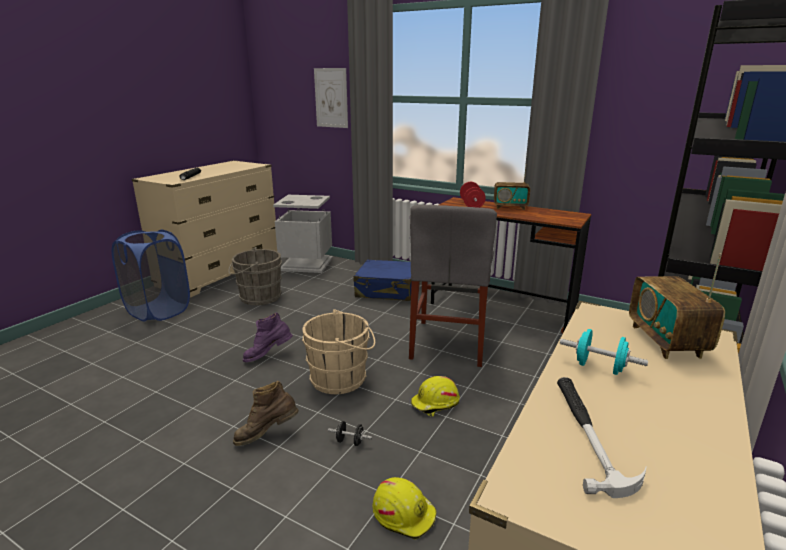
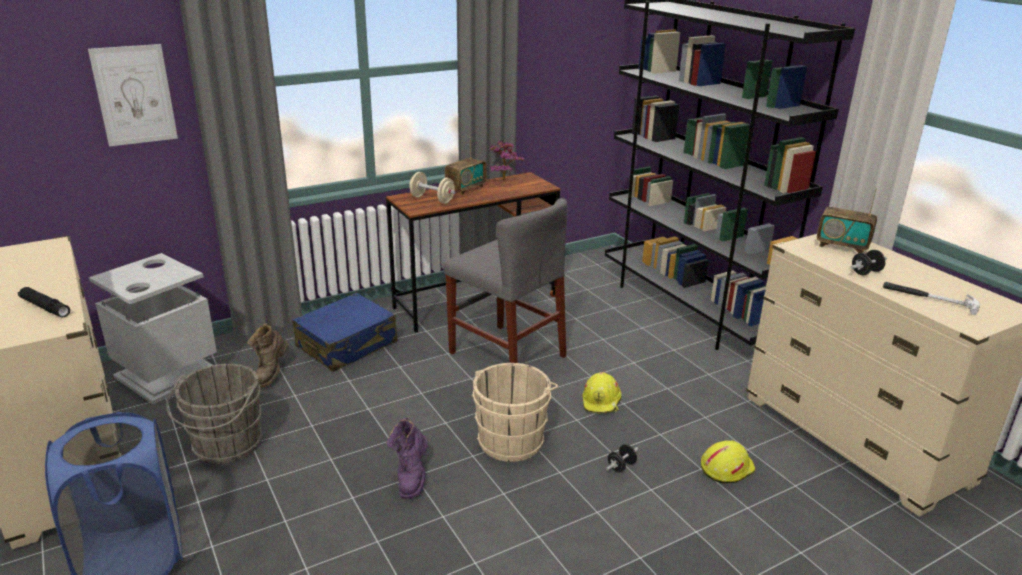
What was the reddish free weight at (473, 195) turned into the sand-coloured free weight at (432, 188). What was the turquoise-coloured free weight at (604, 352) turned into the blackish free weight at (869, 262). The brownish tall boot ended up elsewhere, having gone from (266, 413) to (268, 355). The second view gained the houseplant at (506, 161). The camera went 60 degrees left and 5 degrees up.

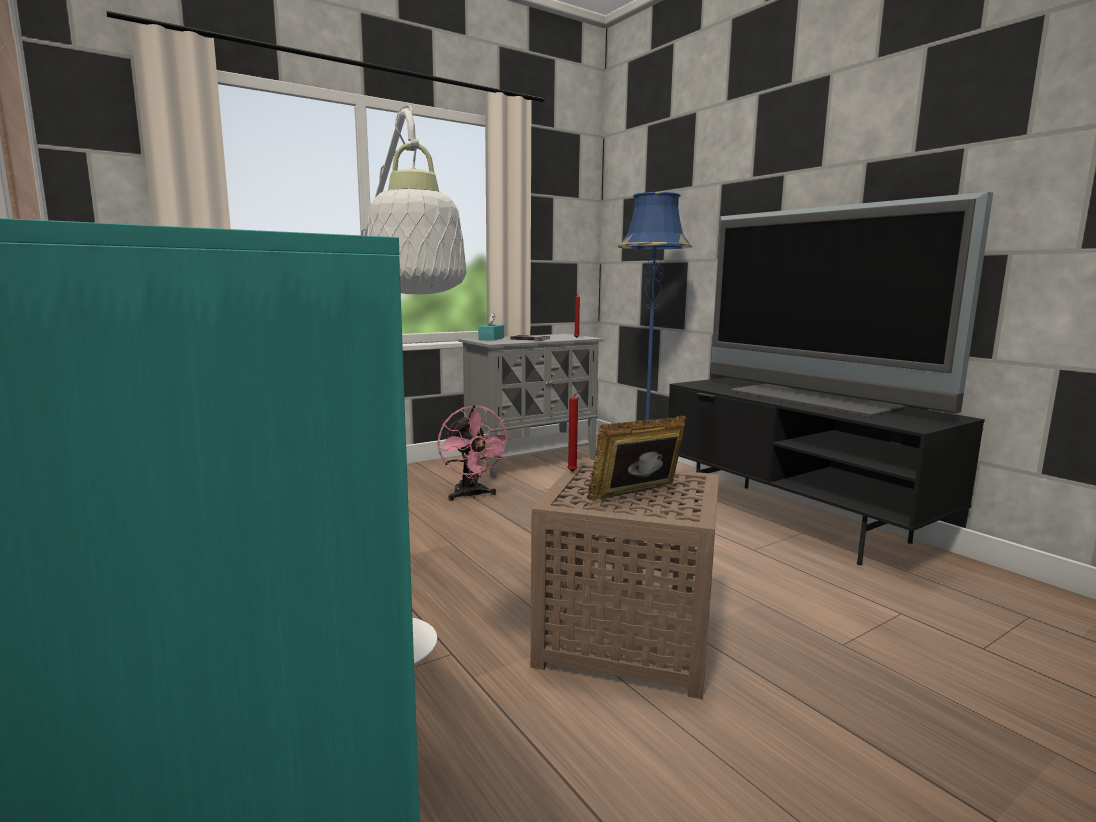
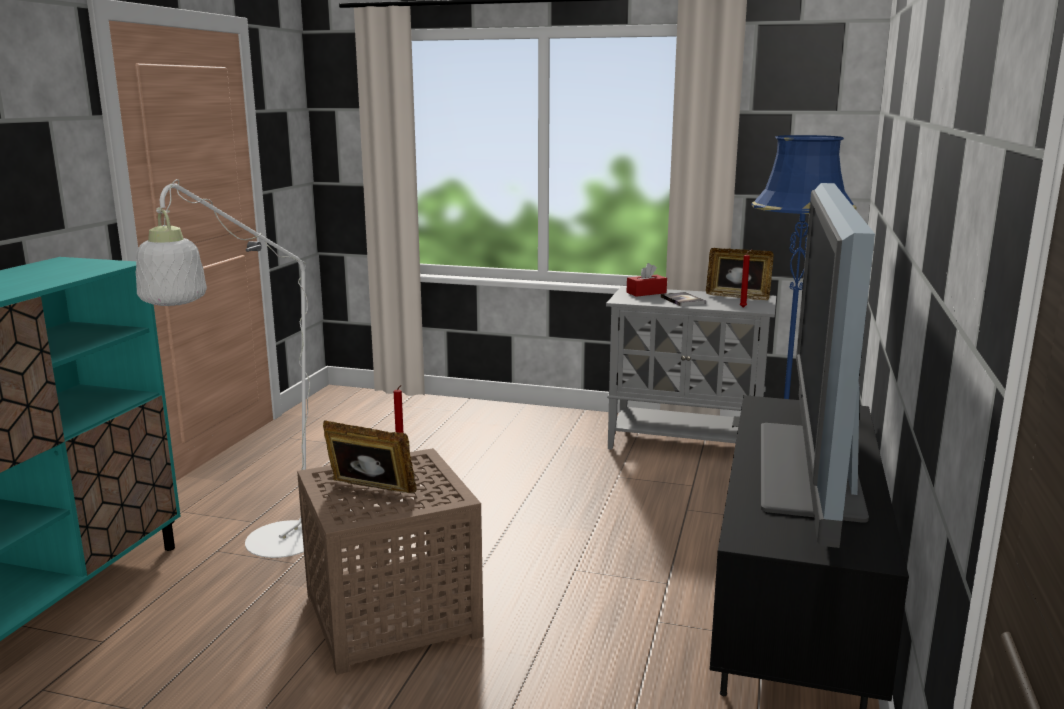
What was the turquoise-coloured box of tissues at (491, 326) turned into the reddish box of tissues at (647, 280). The second view lost the pink-coloured fan at (474, 453). The second view gained the picture frame at (740, 274). The camera went 50 degrees right and 5 degrees up.

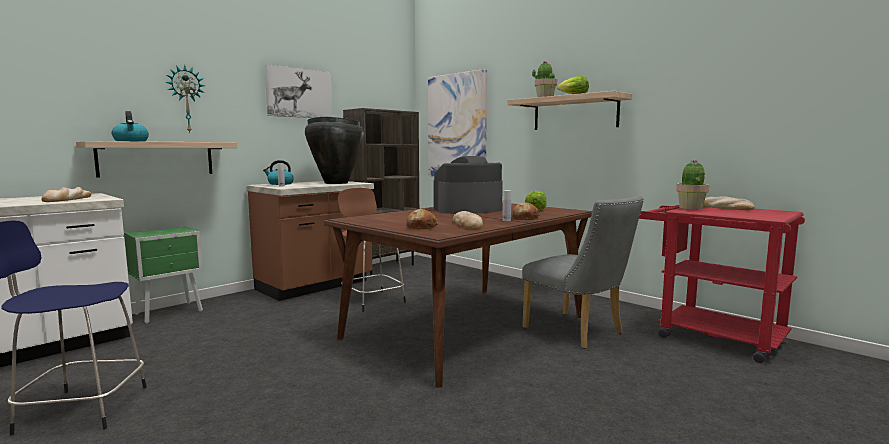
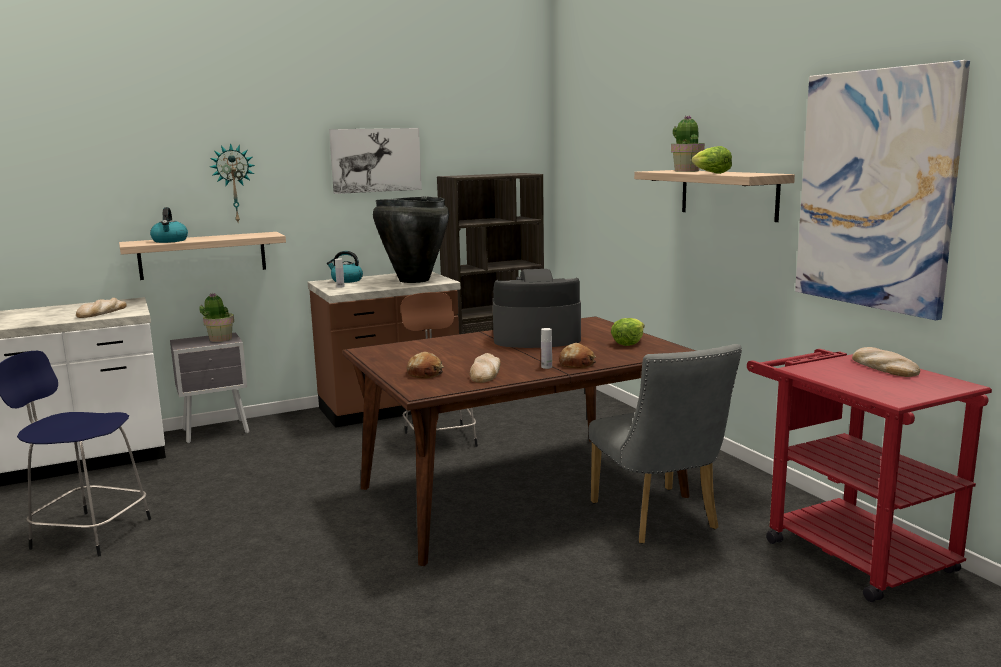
The wall art ended up elsewhere, having gone from (457, 122) to (882, 190). The houseplant ended up elsewhere, having gone from (692, 185) to (216, 317). What was the green-coloured bedside table at (163, 275) turned into the gray bedside table at (209, 387). The camera went 20 degrees right and 5 degrees up.

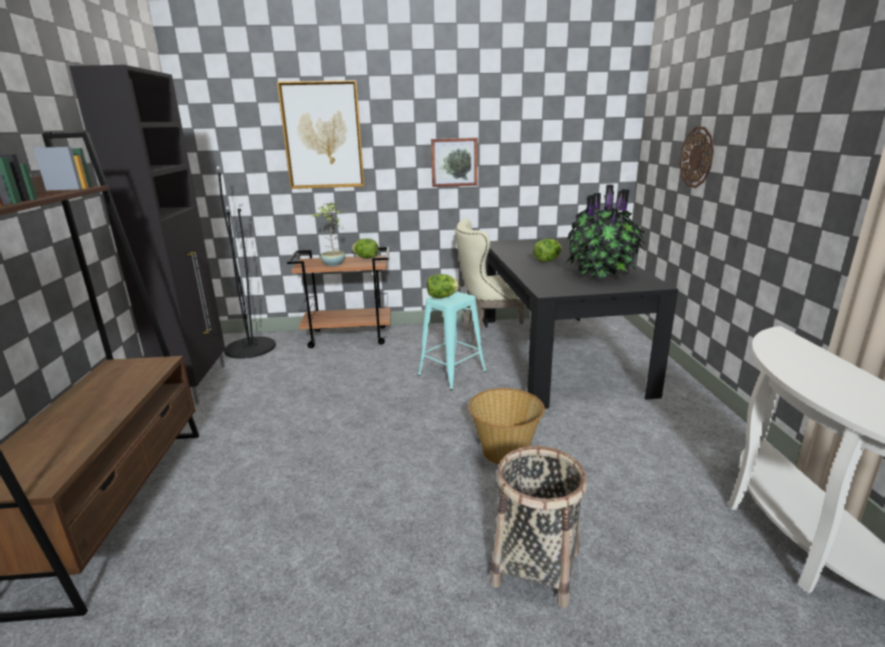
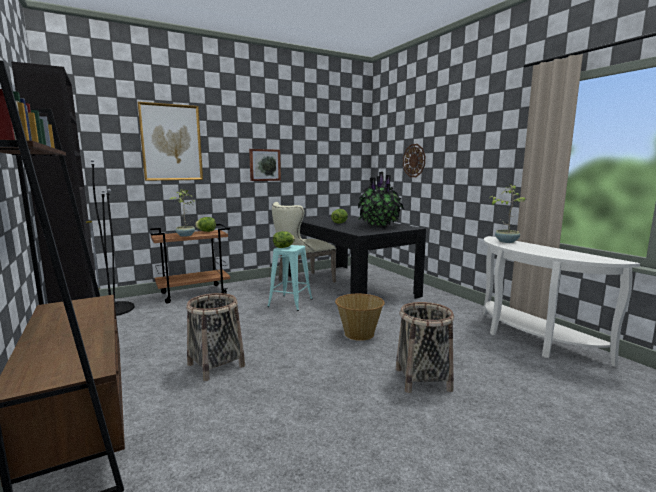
The second view gained the houseplant at (508, 213). The second view gained the storage basket at (215, 337). The camera went 25 degrees left and 10 degrees down.

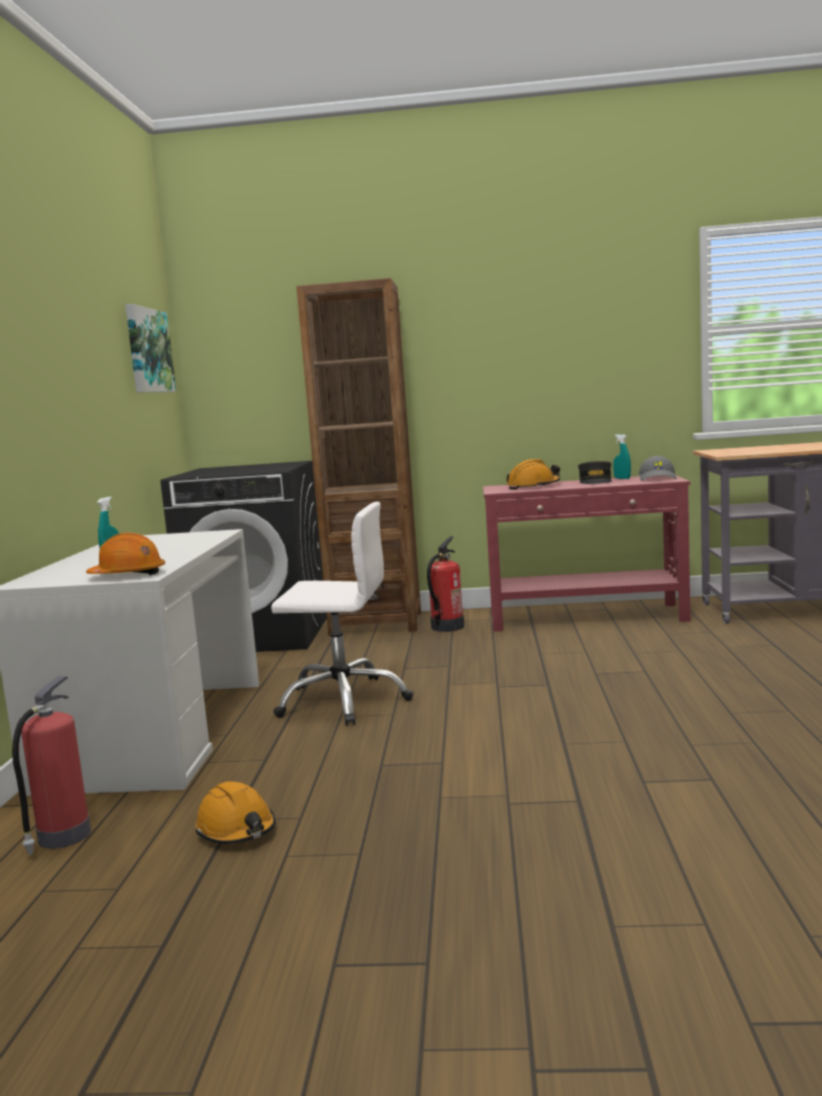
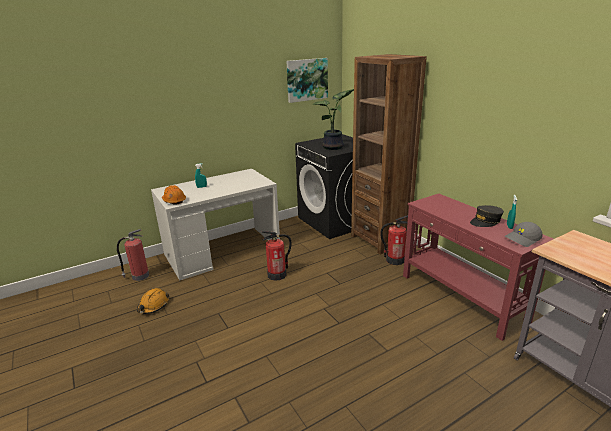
The second view lost the orange-coloured hard hat at (533, 474). Where the whitish computer chair stood at (342, 614), the extinguisher came to stand at (276, 256). The second view gained the houseplant at (334, 119). The camera went 55 degrees right and 15 degrees up.

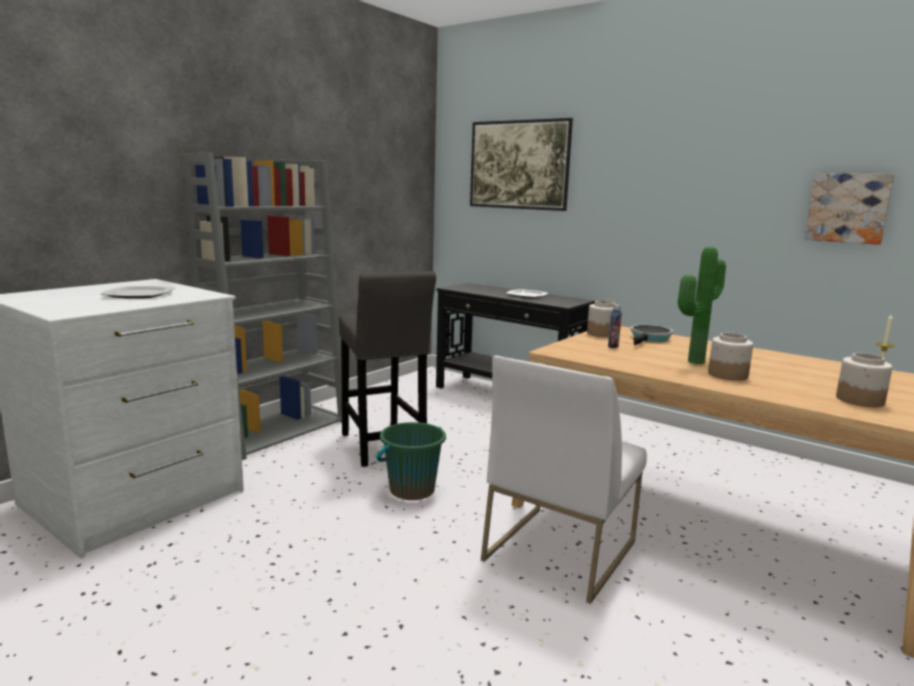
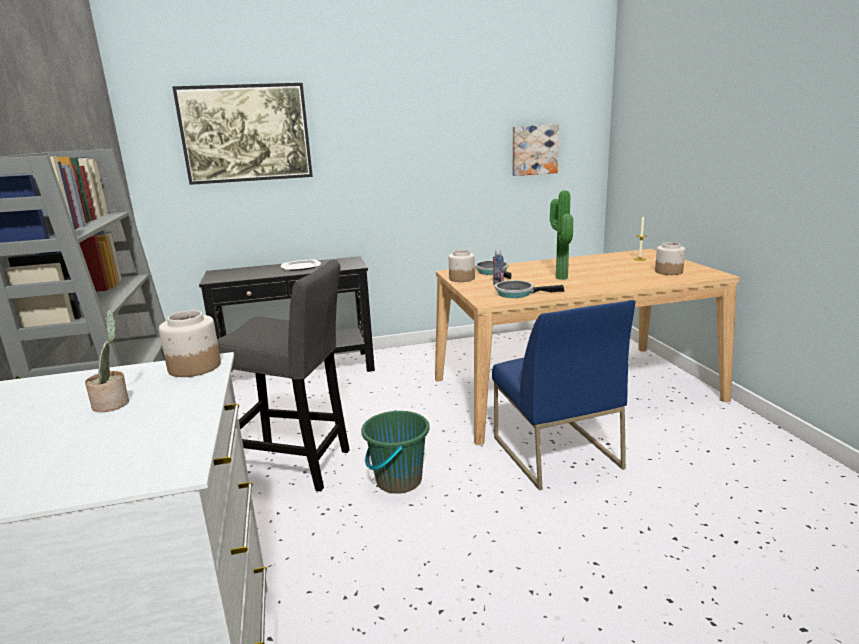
Where the plate stood at (137, 292), the houseplant came to stand at (107, 360). The storage jar ended up elsewhere, having gone from (730, 357) to (190, 343). What was the whitish upright chair at (564, 480) turned into the blue-coloured upright chair at (563, 395). The second view gained the frying pan at (529, 289). The camera went 50 degrees left and 5 degrees up.

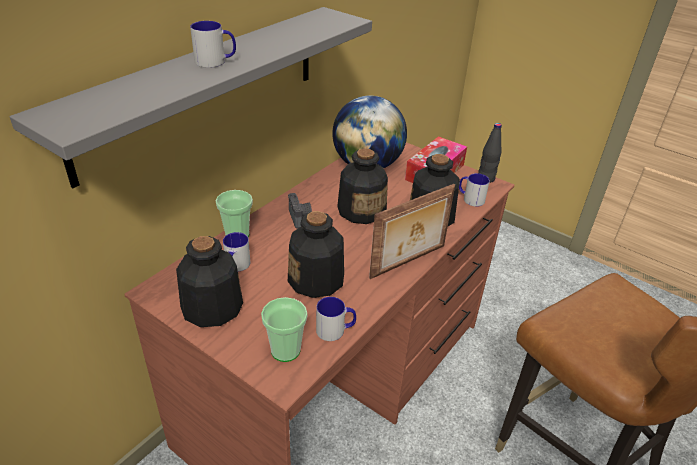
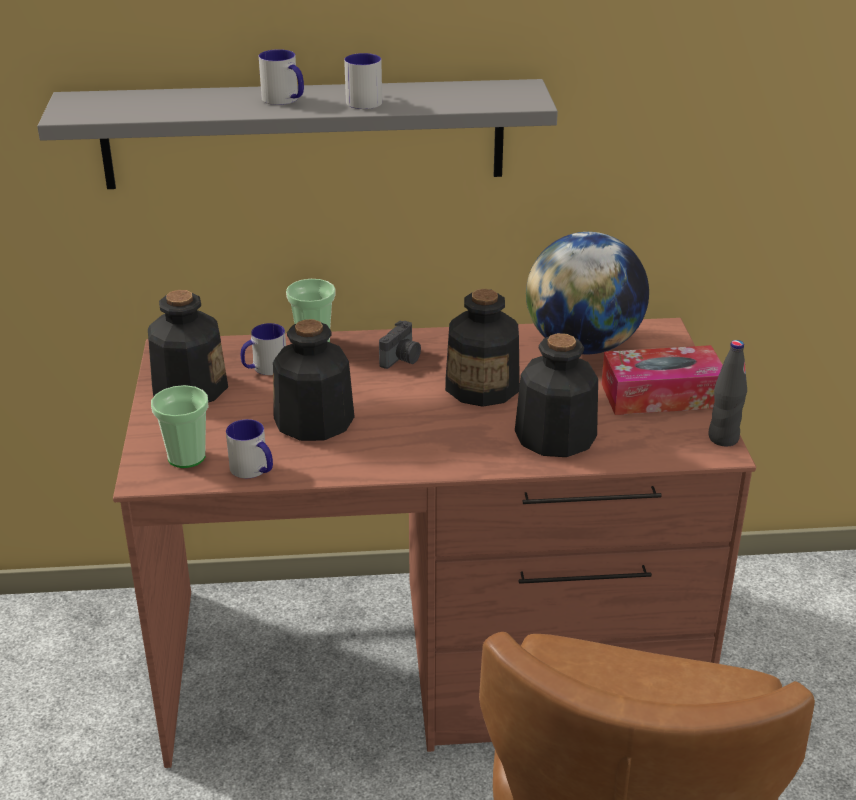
The tea mug ended up elsewhere, having gone from (474, 190) to (363, 81). The second view lost the picture frame at (412, 231). The camera went 50 degrees right and 5 degrees down.

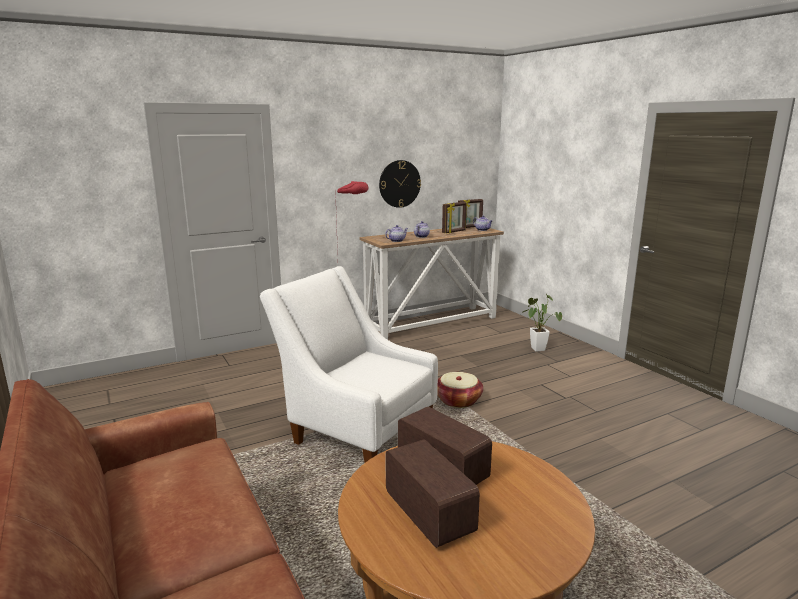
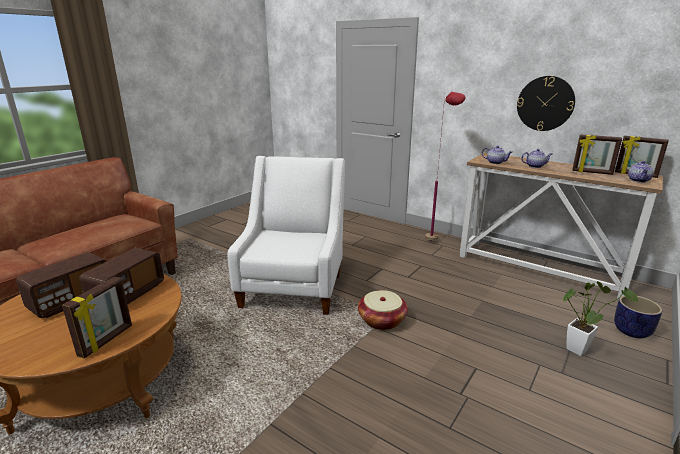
The second view gained the picture frame at (97, 317). The second view gained the plant pot at (638, 317). The camera went 65 degrees right and 5 degrees up.

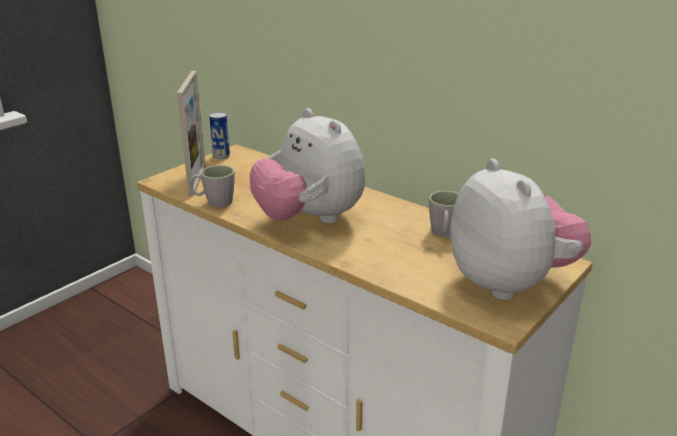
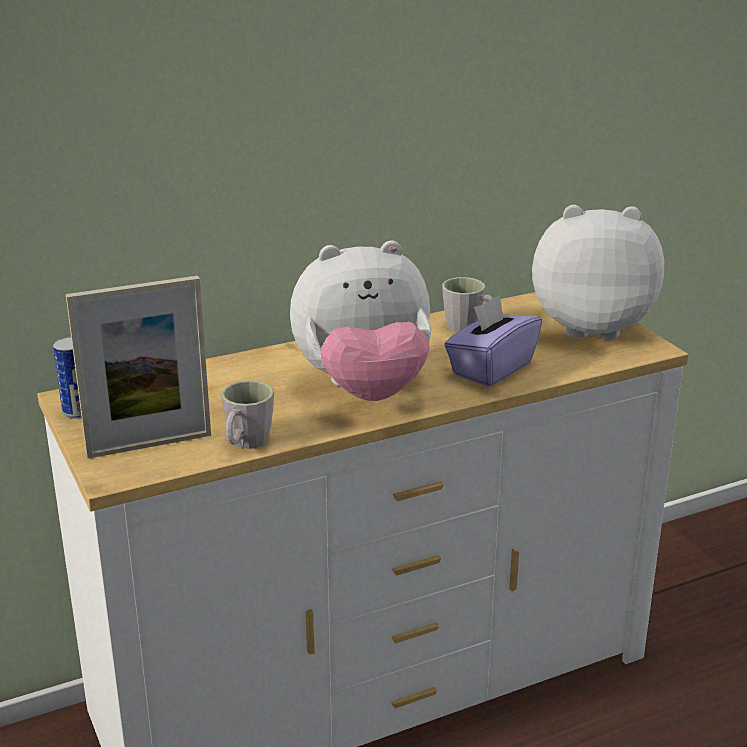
The picture frame at (191, 133) ended up facing another way, 135 degrees clockwise from before. The second view gained the purple-coloured box of tissues at (493, 341). The camera went 65 degrees left and 0 degrees up.

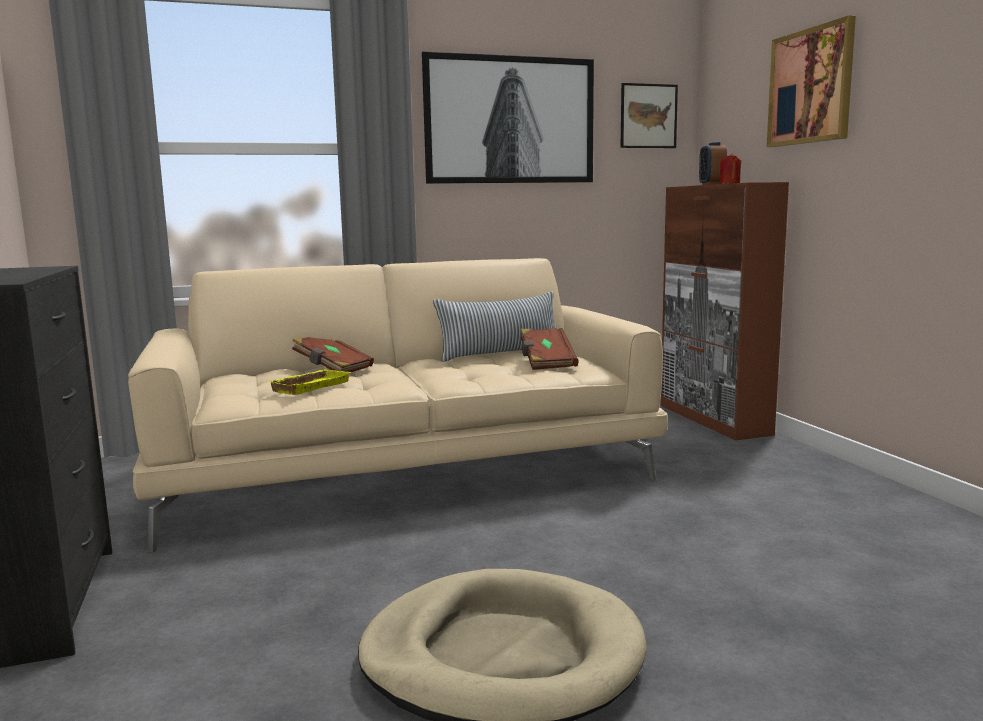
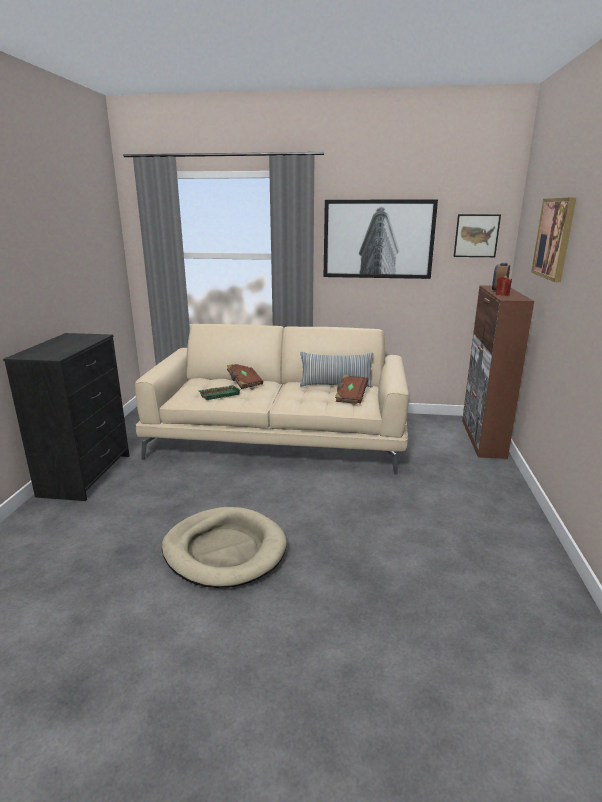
What was the yellowish serving tray at (308, 382) turned into the green-coloured serving tray at (219, 392). The camera went 25 degrees right and 10 degrees up.

